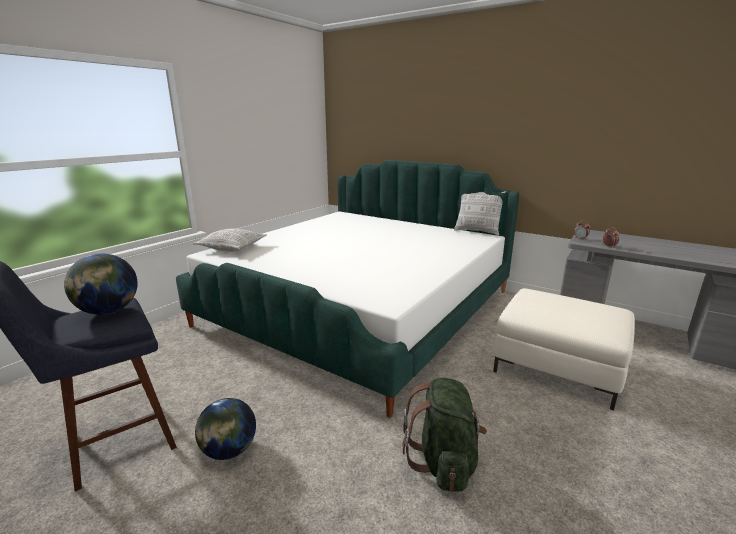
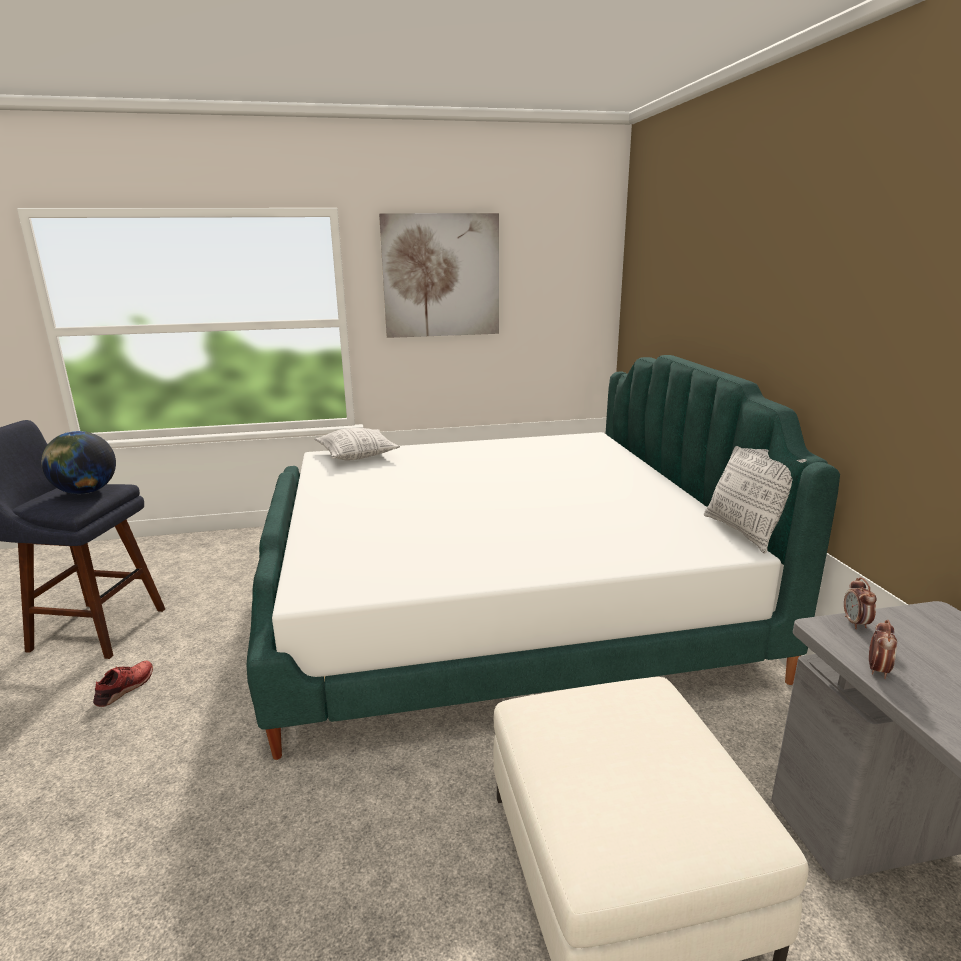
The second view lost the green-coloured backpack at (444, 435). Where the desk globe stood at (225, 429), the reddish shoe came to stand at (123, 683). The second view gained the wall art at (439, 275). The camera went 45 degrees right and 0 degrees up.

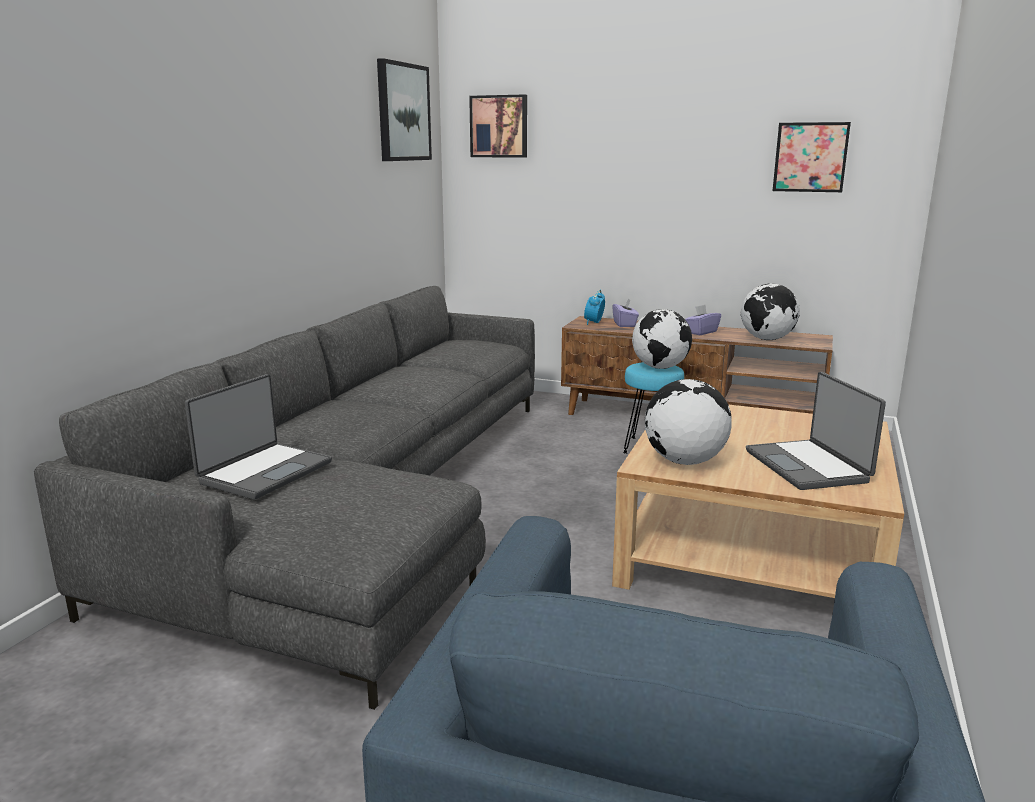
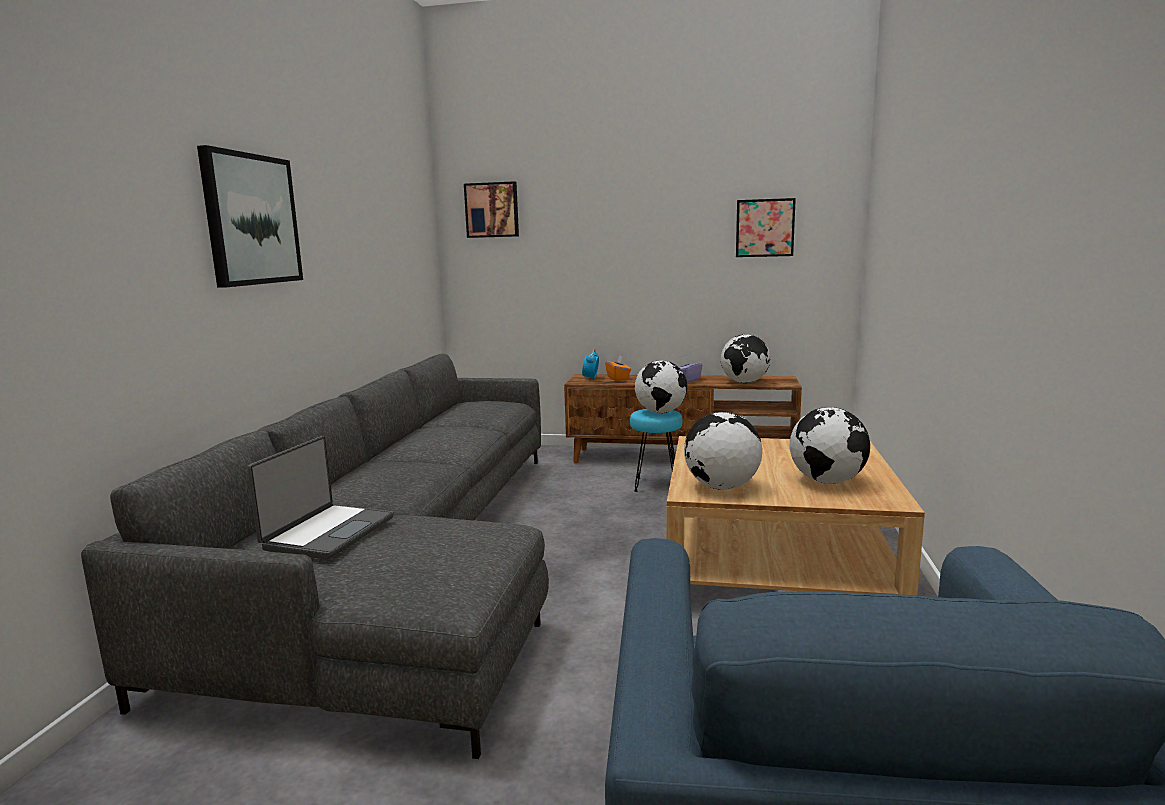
The wall art ended up elsewhere, having gone from (404, 109) to (250, 216). What was the purple-coloured box of tissues at (625, 312) turned into the orange-coloured box of tissues at (618, 368). Where the portable computer stood at (816, 431), the desk globe came to stand at (830, 445). The camera went 10 degrees left and 5 degrees down.

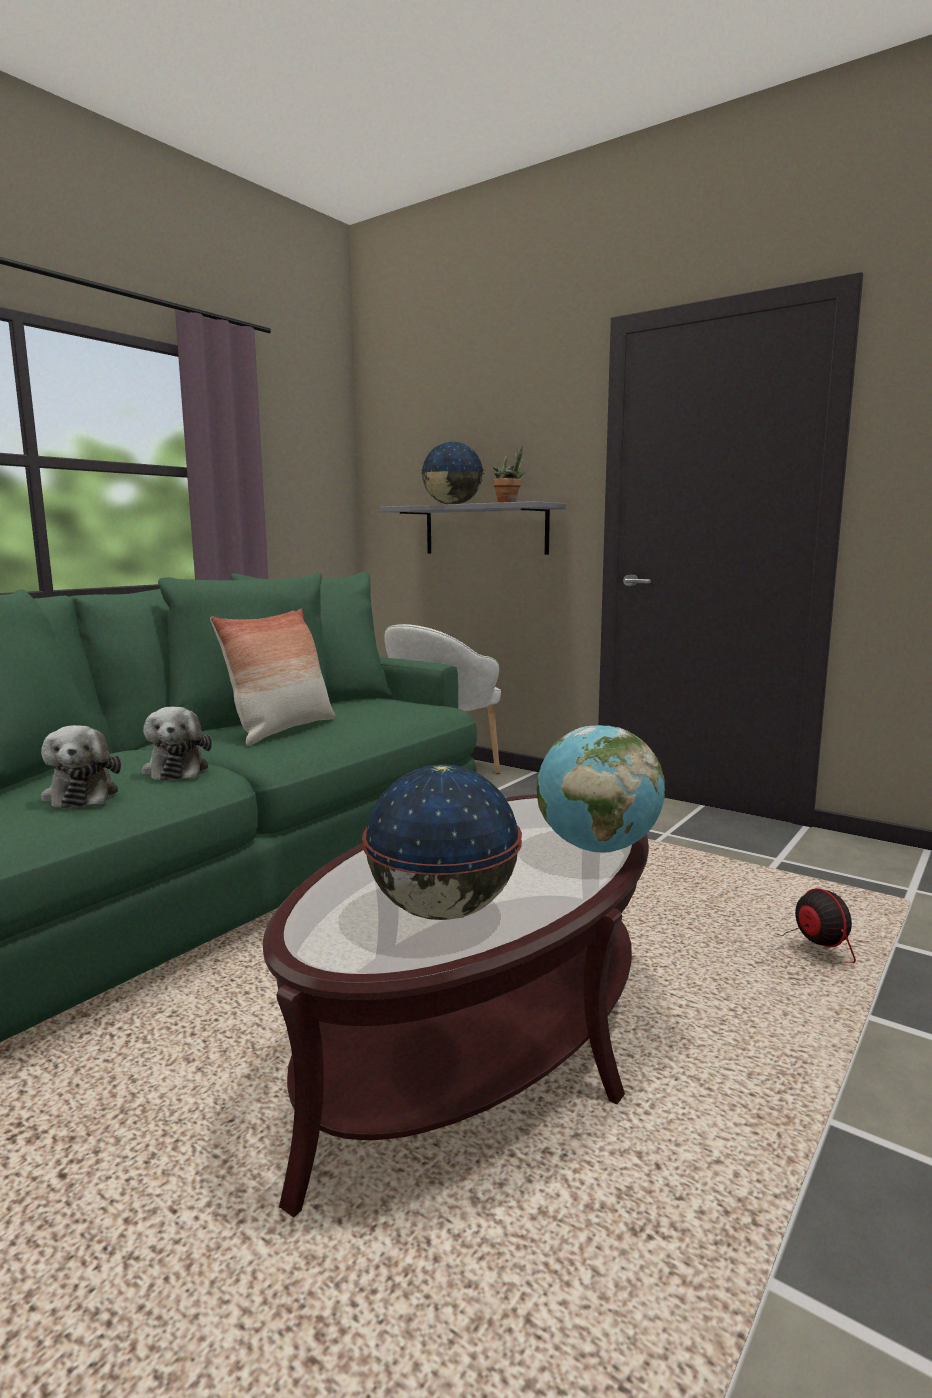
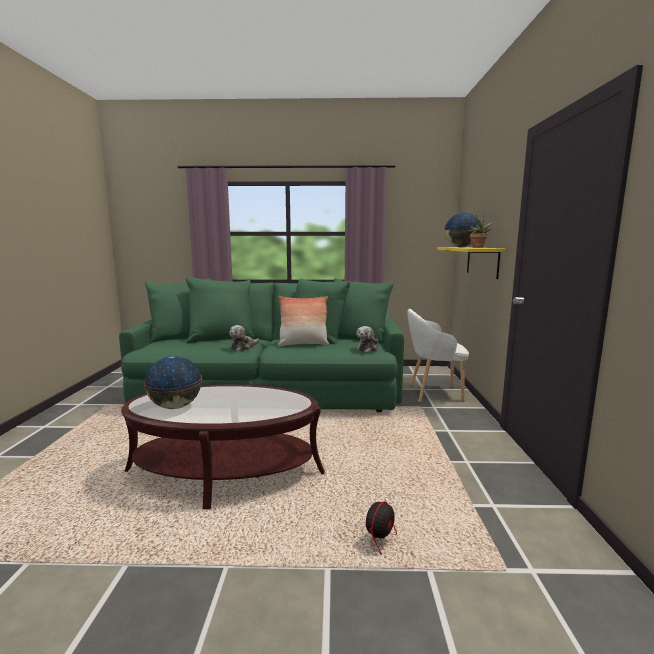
What was the gray bracket shelf at (472, 528) turned into the yellowish bracket shelf at (471, 263). The plush toy ended up elsewhere, having gone from (81, 766) to (367, 339). The second view lost the desk globe at (600, 789). The camera went 55 degrees right and 0 degrees up.

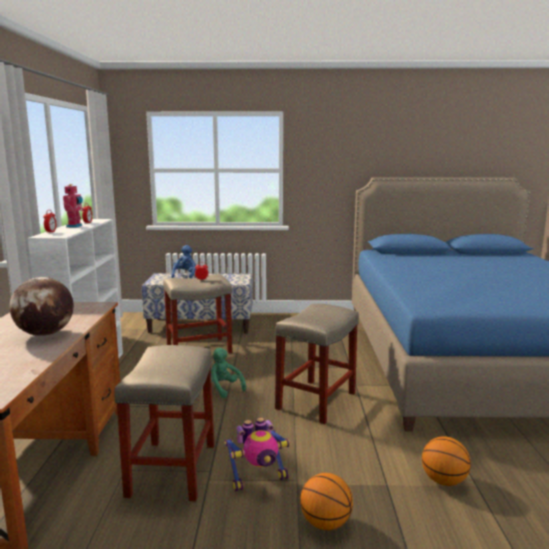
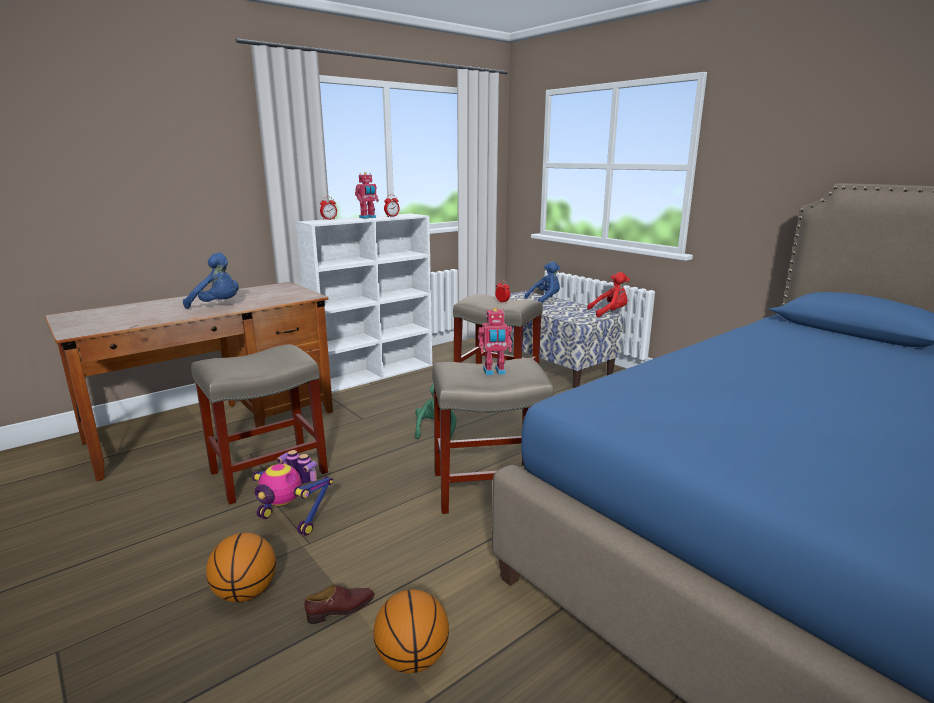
Where the desk globe stood at (41, 306), the blue-coloured plush toy came to stand at (211, 280). The second view gained the reddish plush toy at (608, 294). The second view gained the model robot at (495, 341). The second view gained the brownish shoe at (340, 604). The camera went 50 degrees right and 5 degrees up.

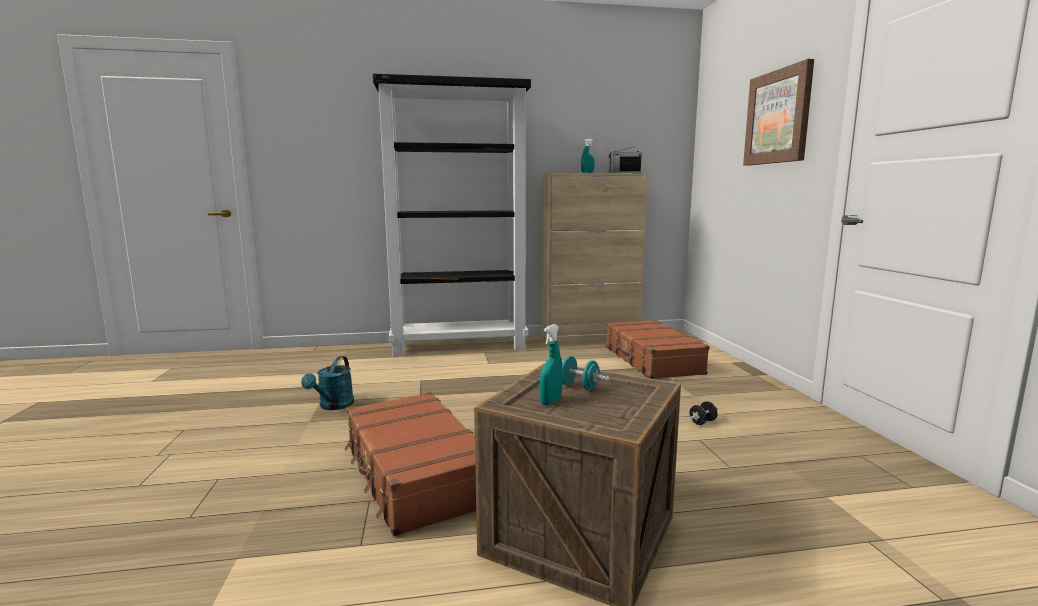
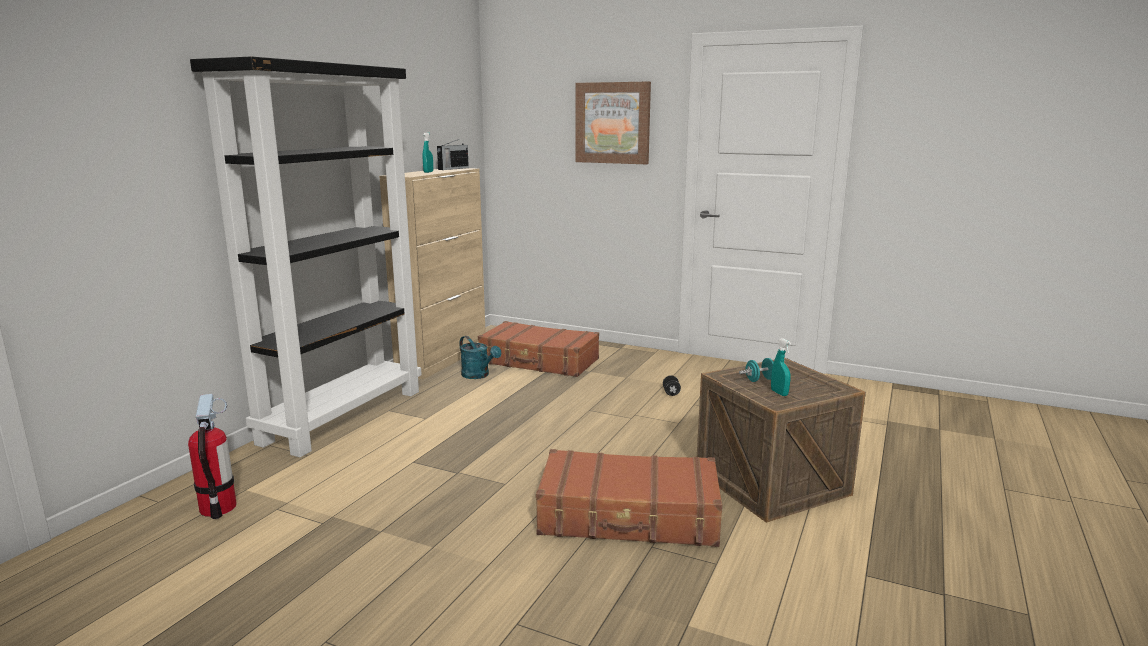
The turquoise-coloured watering pot ended up elsewhere, having gone from (327, 383) to (480, 357). The second view gained the extinguisher at (212, 456). The camera went 55 degrees left and 5 degrees up.

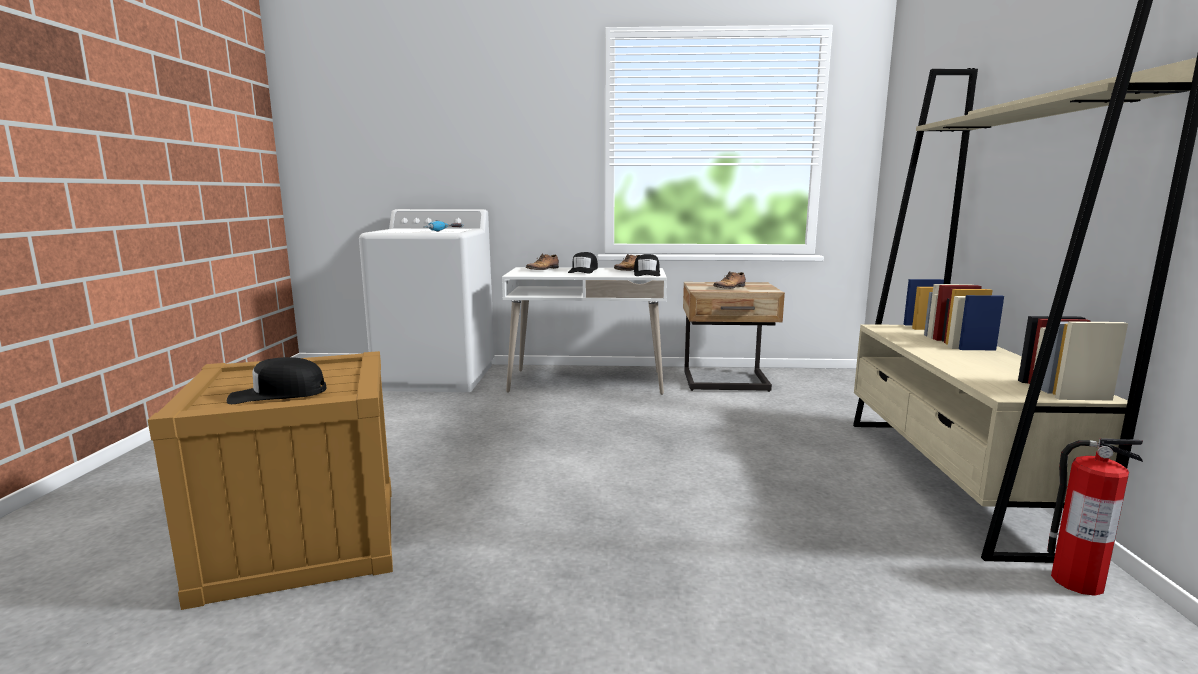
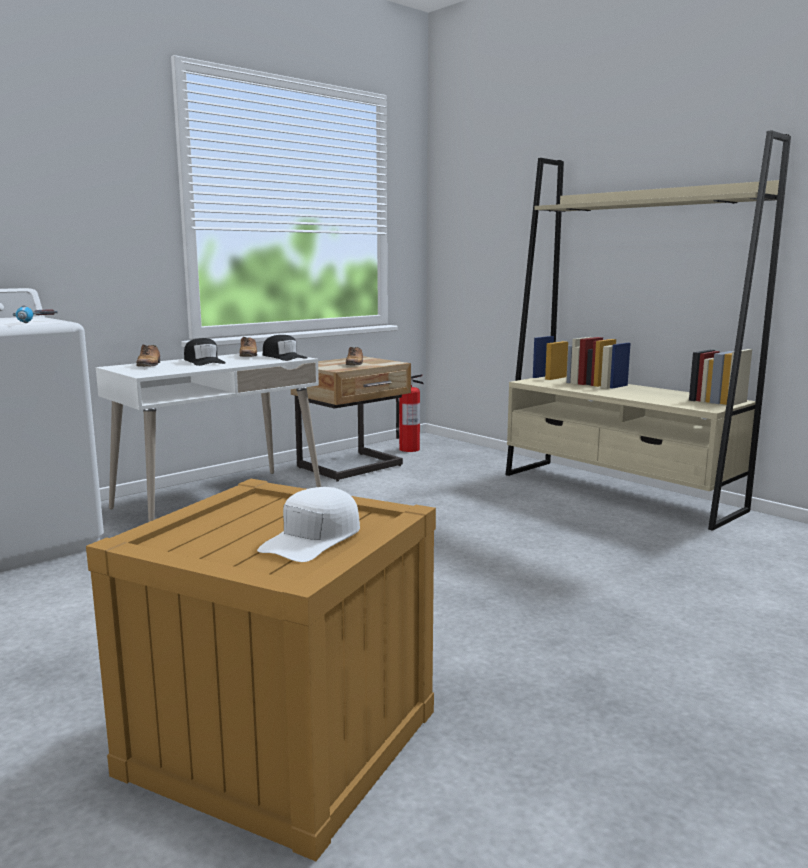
What was the blackish baseball cap at (277, 380) turned into the whitish baseball cap at (308, 524). The extinguisher ended up elsewhere, having gone from (1095, 517) to (409, 413). The camera went 45 degrees left and 0 degrees up.

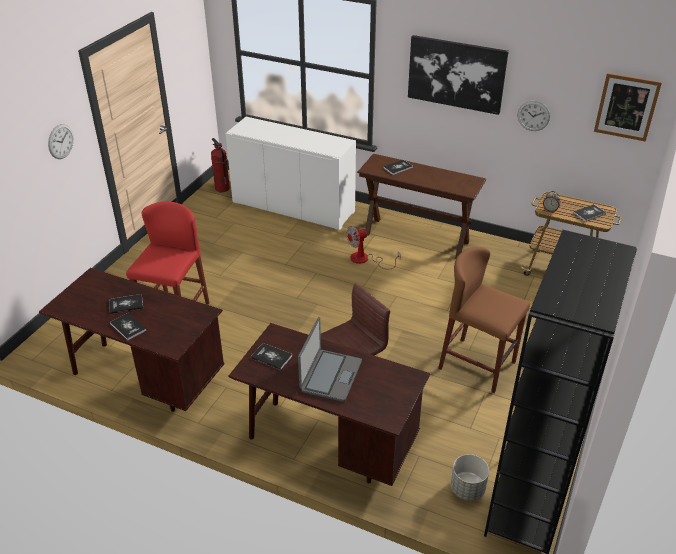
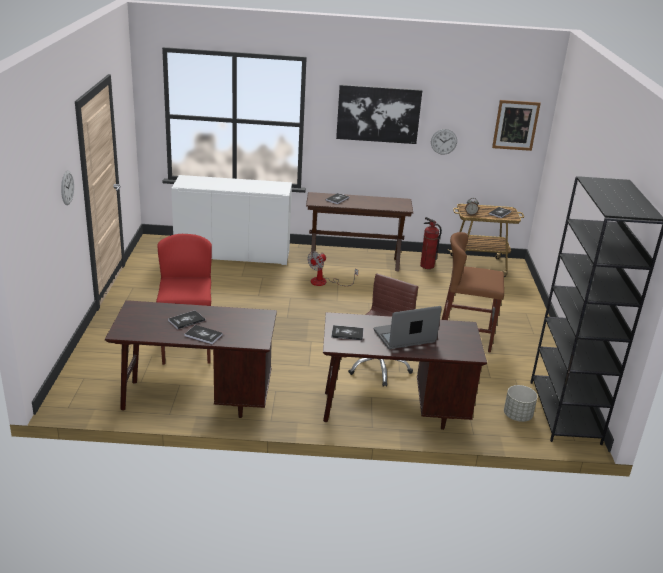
The extinguisher ended up elsewhere, having gone from (220, 165) to (431, 243). The portable computer at (330, 359) ended up facing another way, 105 degrees counterclockwise from before. The camera went 25 degrees left and 10 degrees down.

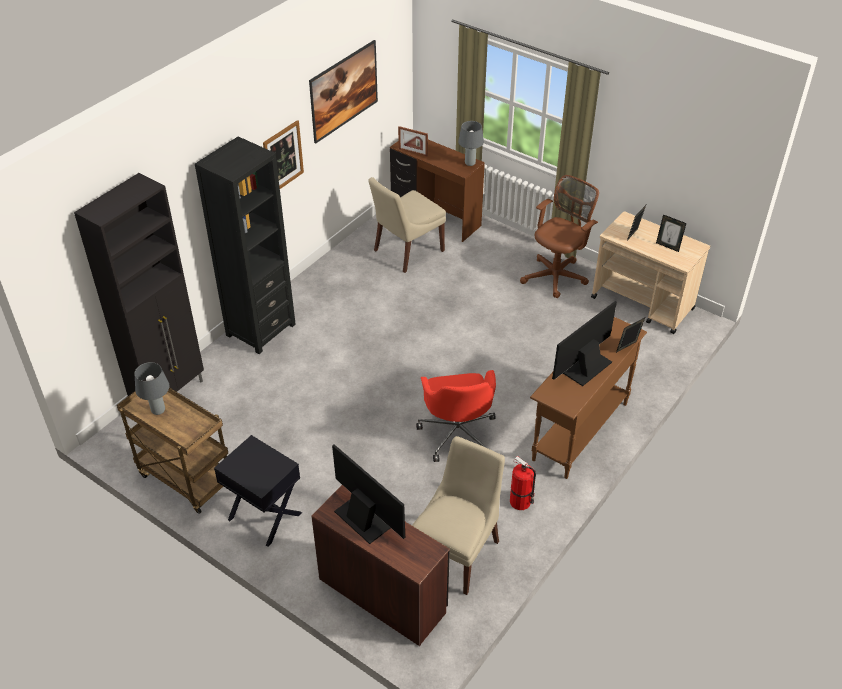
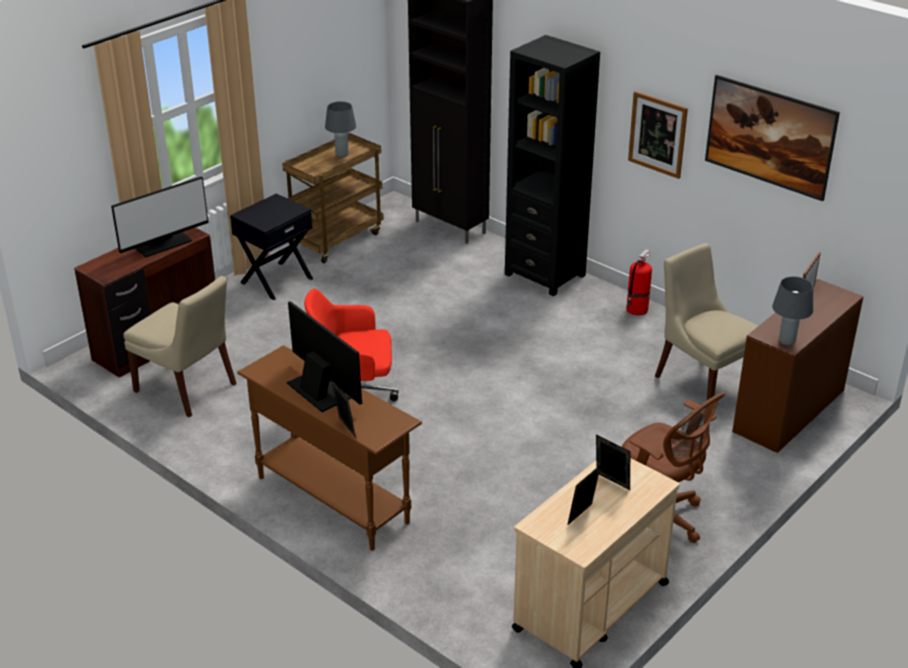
The extinguisher ended up elsewhere, having gone from (523, 483) to (639, 282). The camera went 95 degrees right and 10 degrees down.

